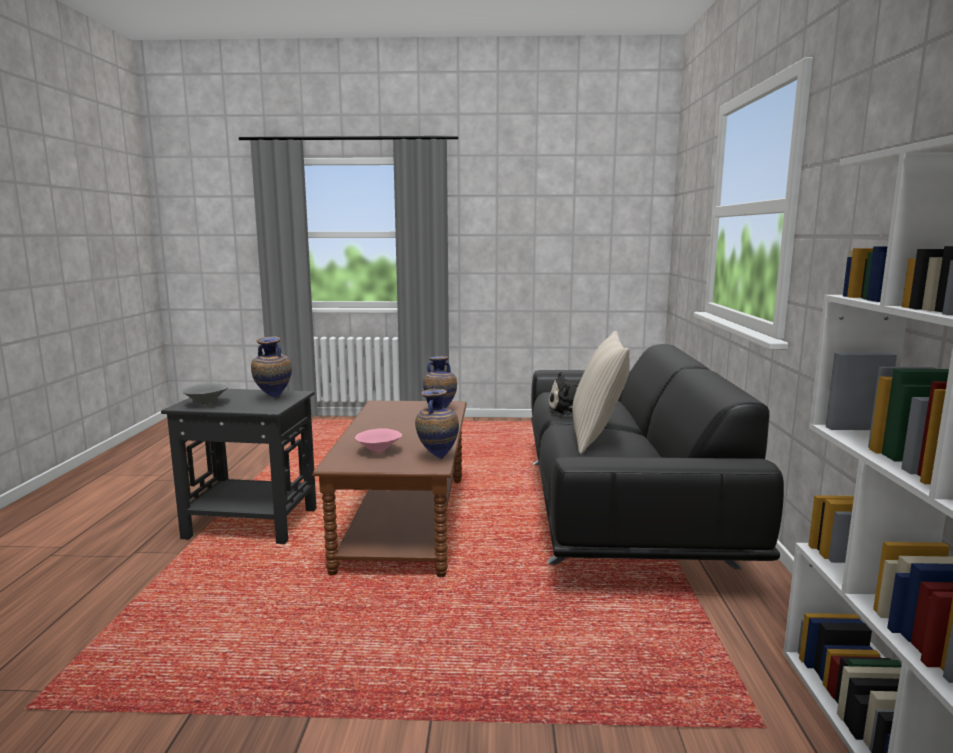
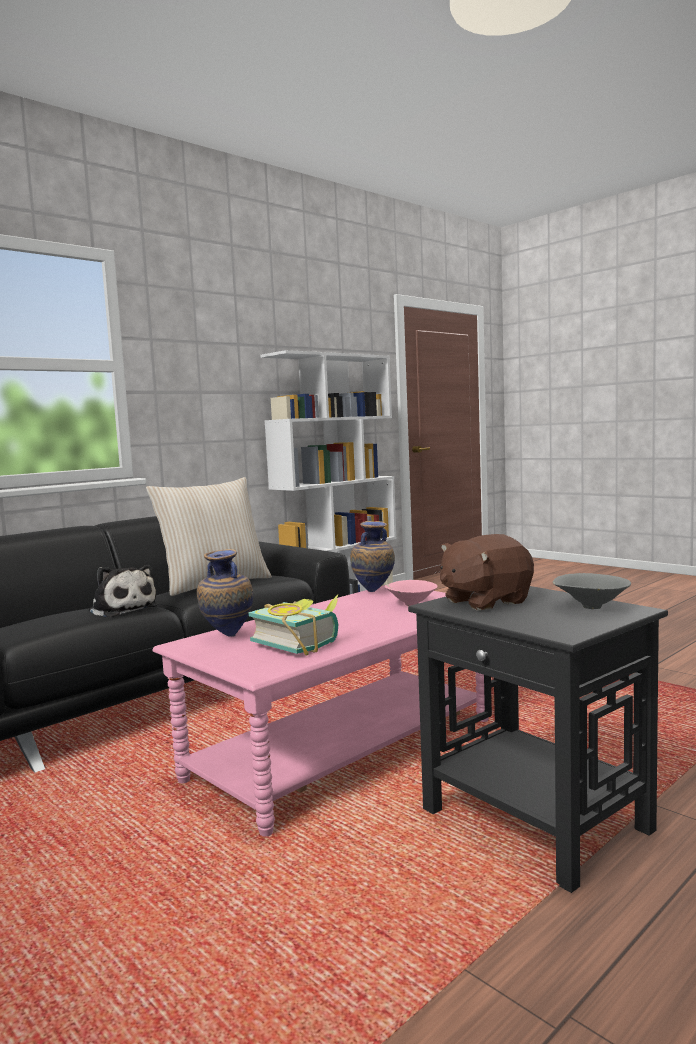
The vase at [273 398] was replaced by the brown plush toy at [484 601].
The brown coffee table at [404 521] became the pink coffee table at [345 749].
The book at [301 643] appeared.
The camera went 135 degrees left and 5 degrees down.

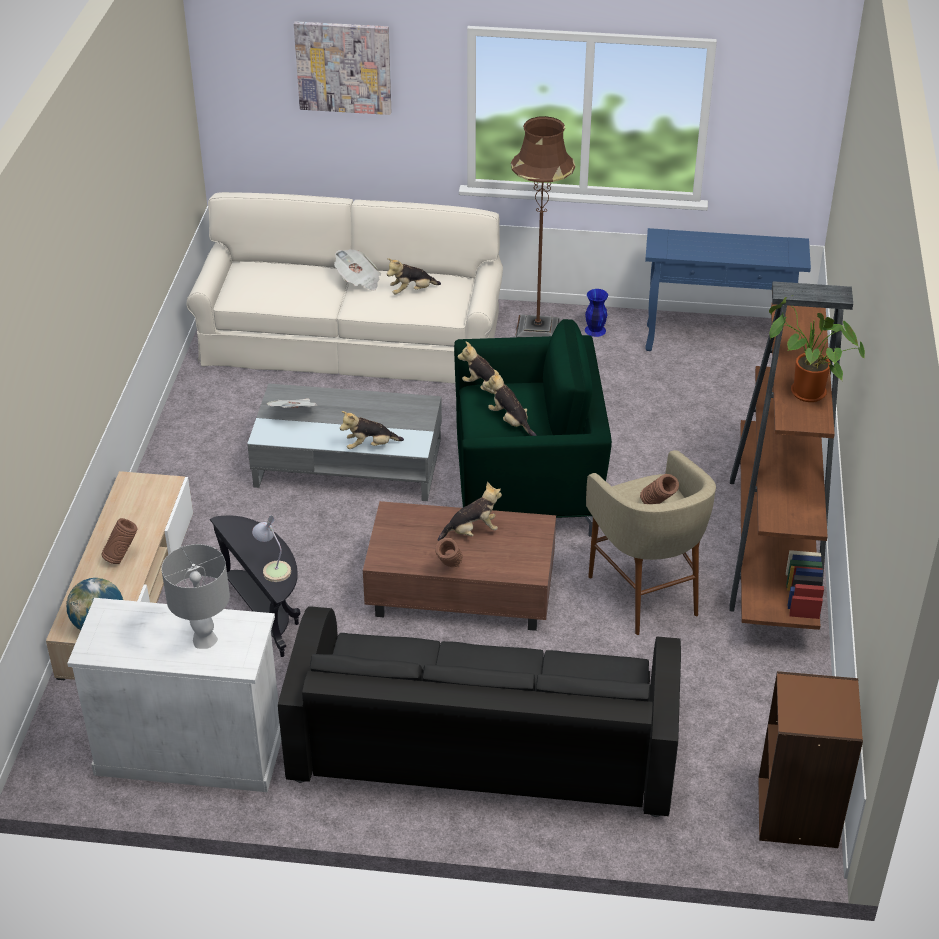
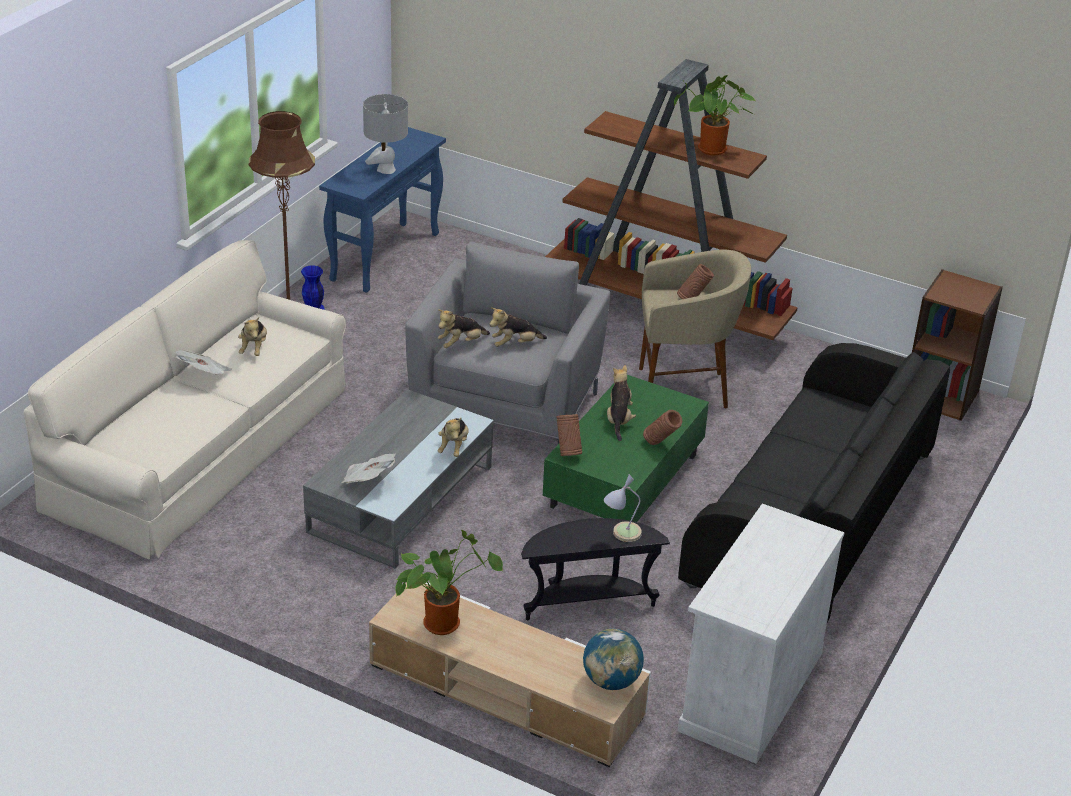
The picture at [343 67] disappeared.
The green armchair at [528 485] became the grey armchair at [507 406].
The brown coffee table at [459 590] became the green coffee table at [623 481].
The brown vase moved from [122 557] to [568 452].
The grey table lamp moved from [204 639] to [386 170].
The potted plant at [444 622] appeared.
The camera went 70 degrees left and 5 degrees down.

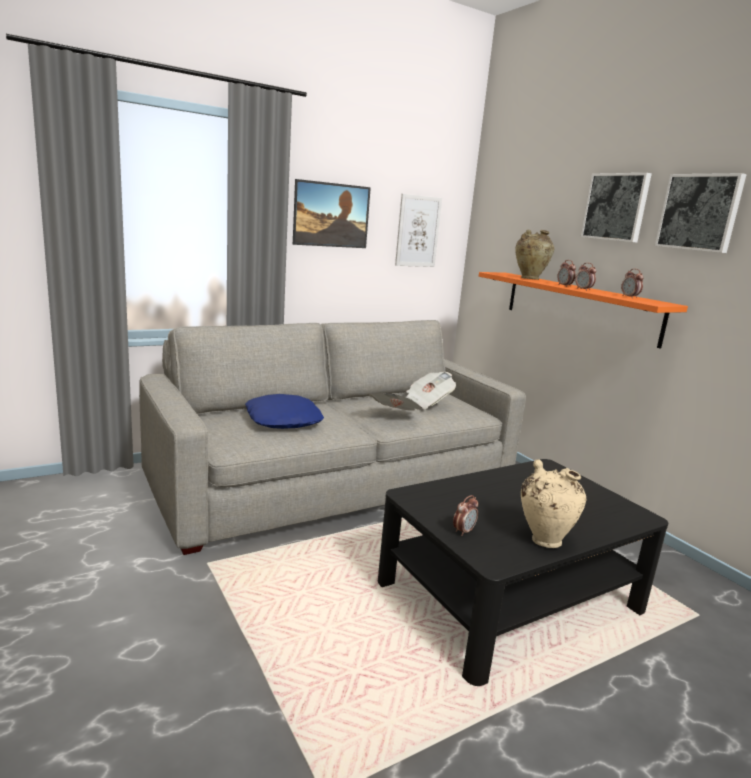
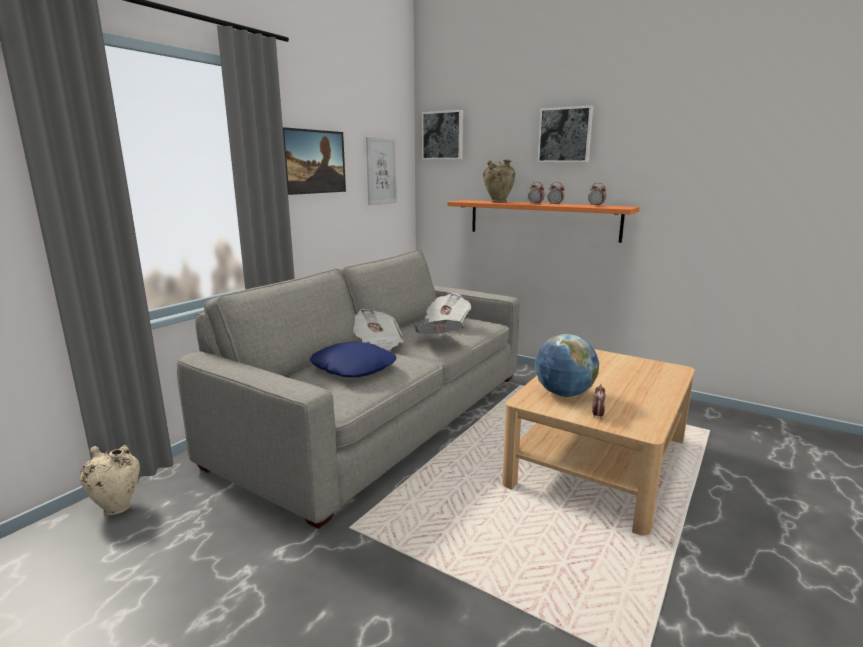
The picture moved from [699 212] to [443 135].
The black coffee table at [509 595] became the beige coffee table at [598 461].
The beige vase moved from [544 539] to [117 507].
The newspaper at [378 343] appeared.
The globe at [564 394] appeared.
The camera went 25 degrees left and 0 degrees up.

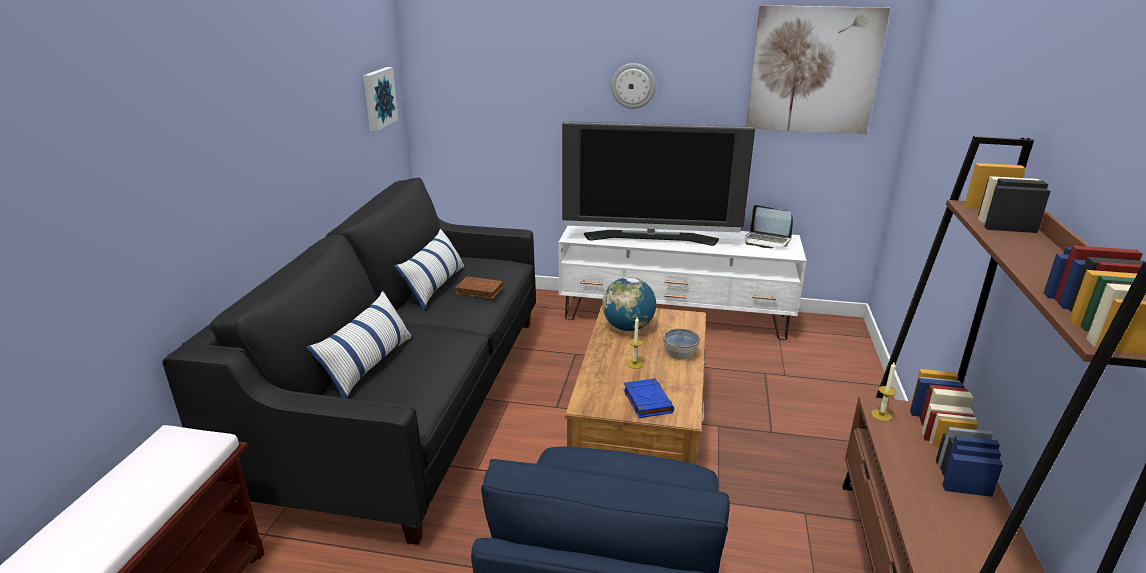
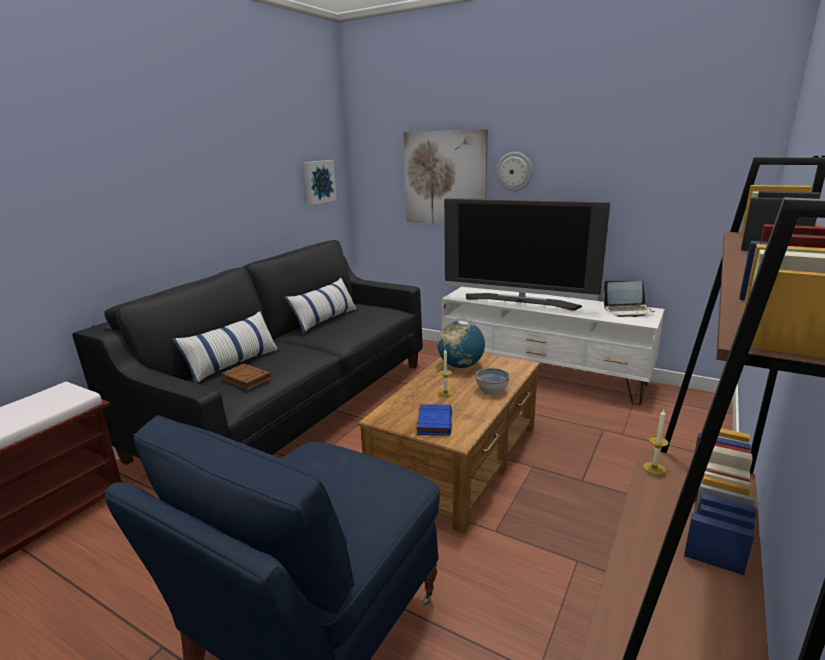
The picture moved from [813 70] to [445 178].
The laptop at [767 241] turned 45 degrees counterclockwise.
The brown book moved from [479 290] to [246 379].
The camera went 20 degrees right and 5 degrees down.

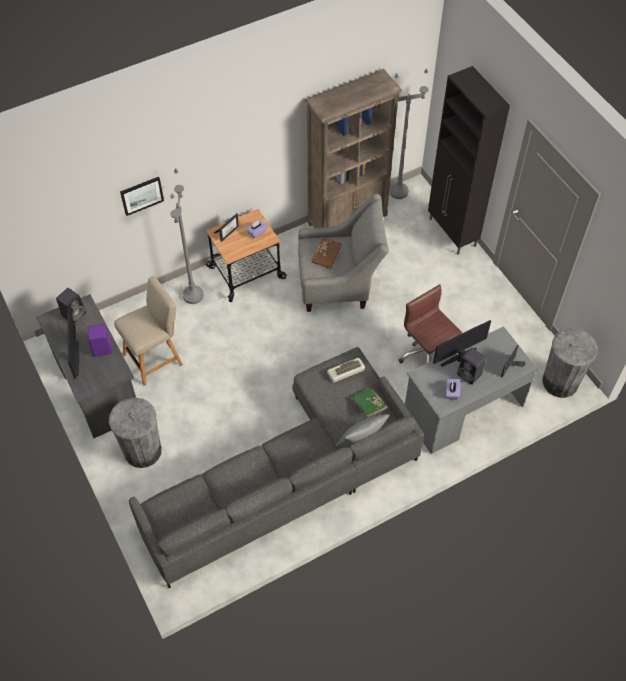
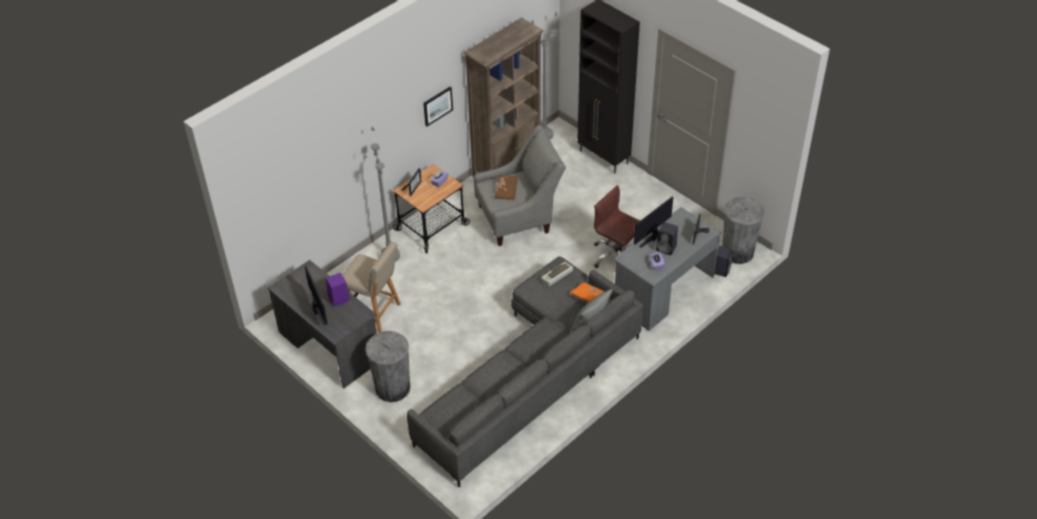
The picture moved from [141 195] to [437 106].
The beige chair at [155 358] turned 75 degrees clockwise.
The black speaker moved from [74 314] to [721 269].
The green book at [368 405] became the orange book at [586 296].
The camera went 15 degrees left and 10 degrees down.

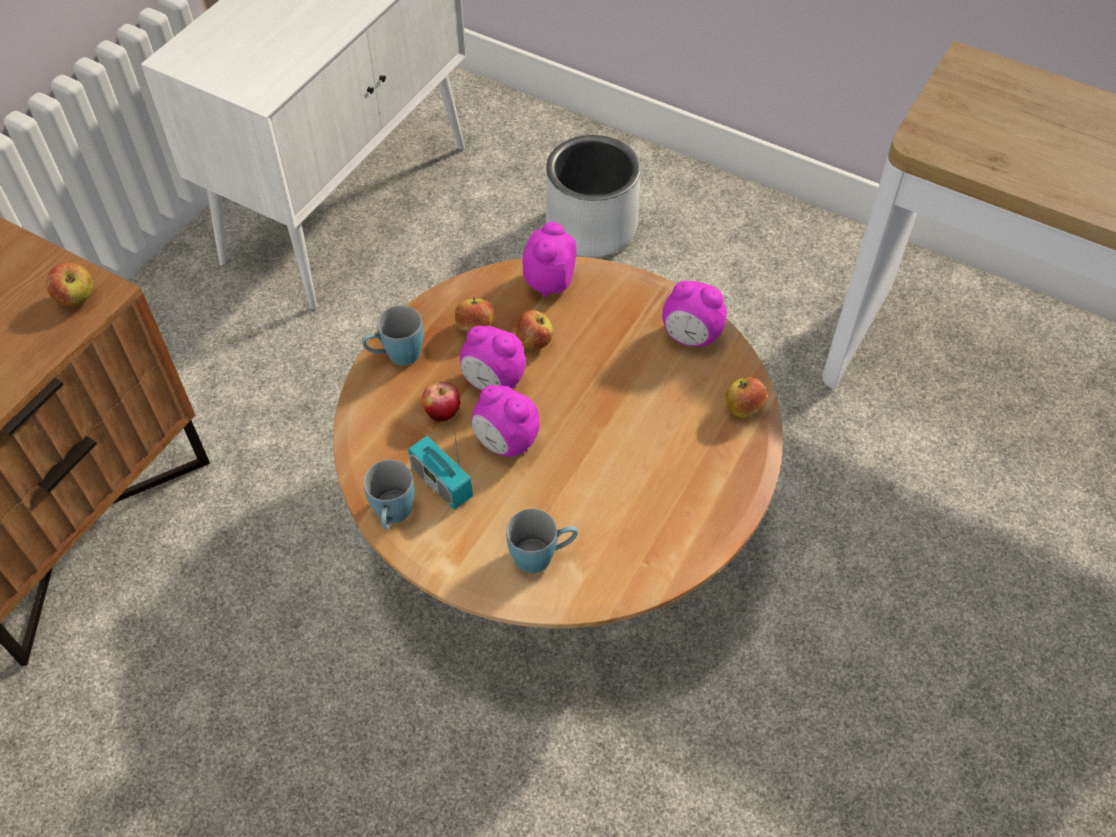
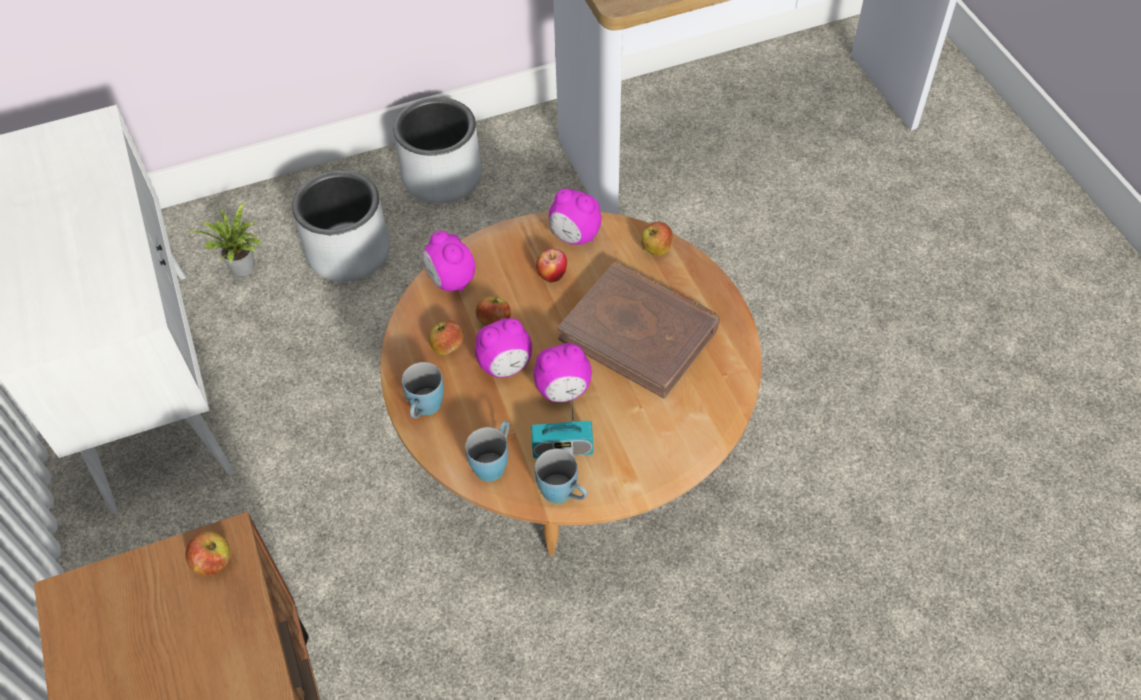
The alarm clock at [691 336] turned 60 degrees clockwise.
The apple moved from [443 413] to [552 275].
The blue mug moved from [542 555] to [494 461].
The grey planter at [442 177] appeared.
The potted plant at [244 269] appeared.
The brown book at [639 332] appeared.
The camera went 50 degrees left and 0 degrees up.

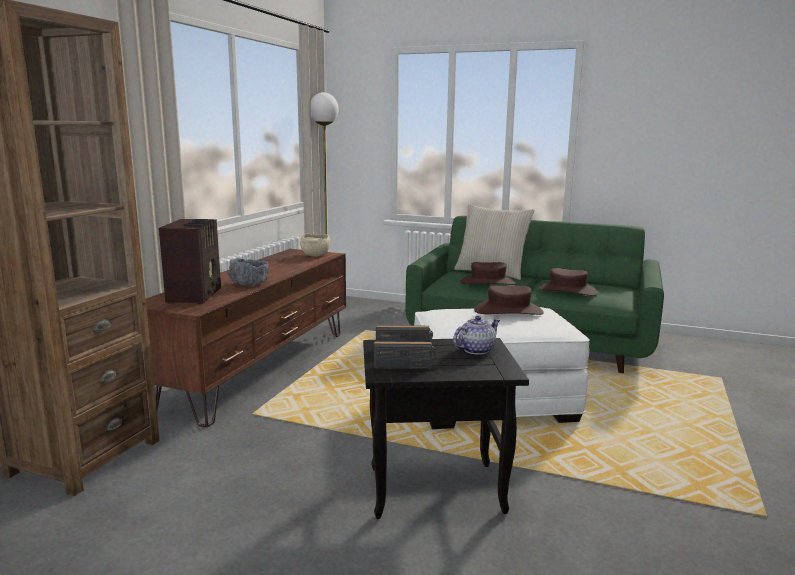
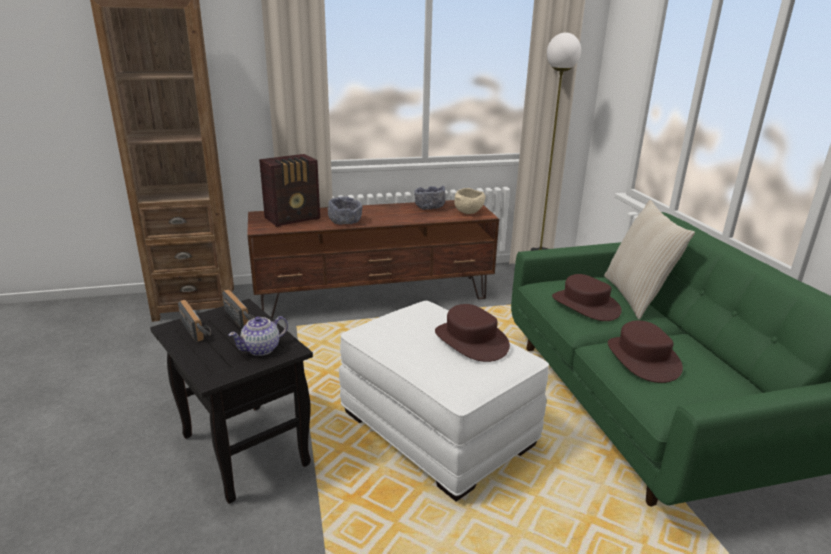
The teapot at [475 350] turned 120 degrees clockwise.
The grey bowl at [429 207] appeared.
The camera went 55 degrees right and 10 degrees up.

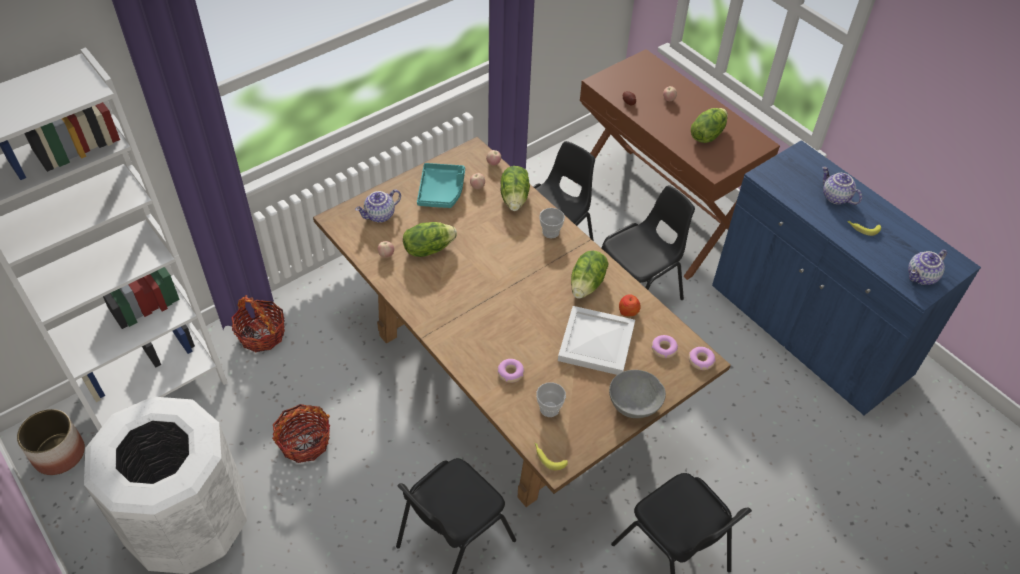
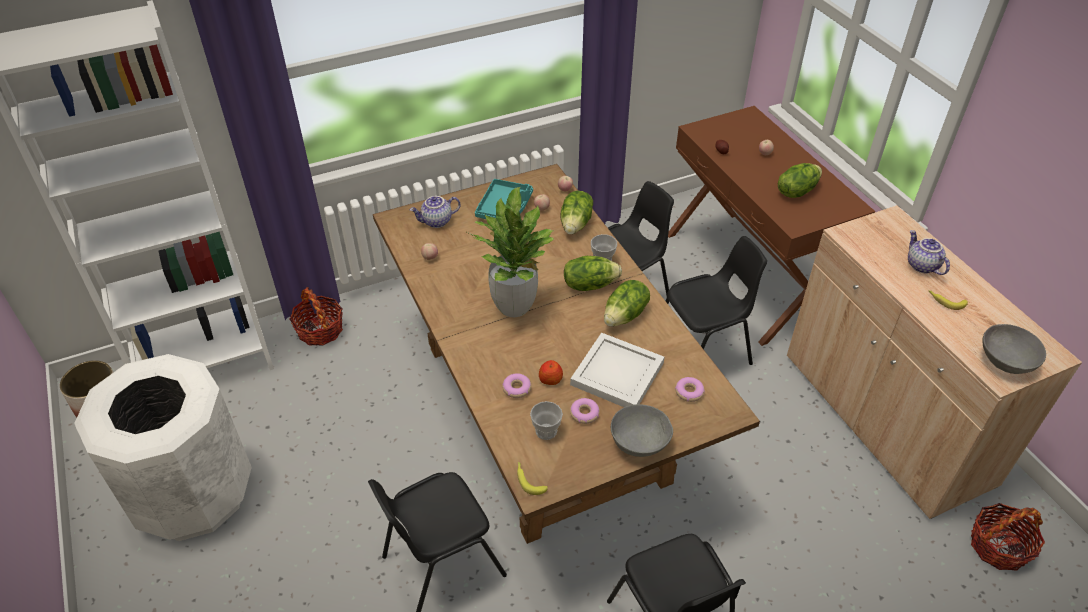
The blue cabinet at [808 331] became the beige cabinet at [885 419].
The lettuce moved from [428 248] to [589 284].
The teapot at [922 277] was replaced by the grey bowl at [1005 362].
The apple moved from [628 311] to [550 379].
The donut moved from [701 361] to [584 414].
The basket moved from [304 442] to [998 546].
The potted plant at [513 306] appeared.
The camera went 15 degrees right and 5 degrees down.

